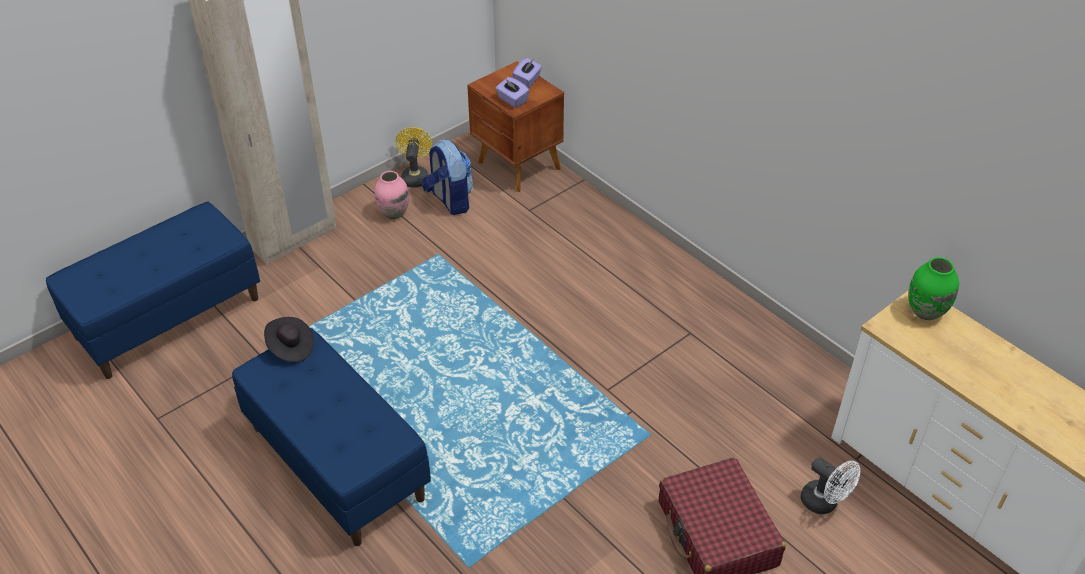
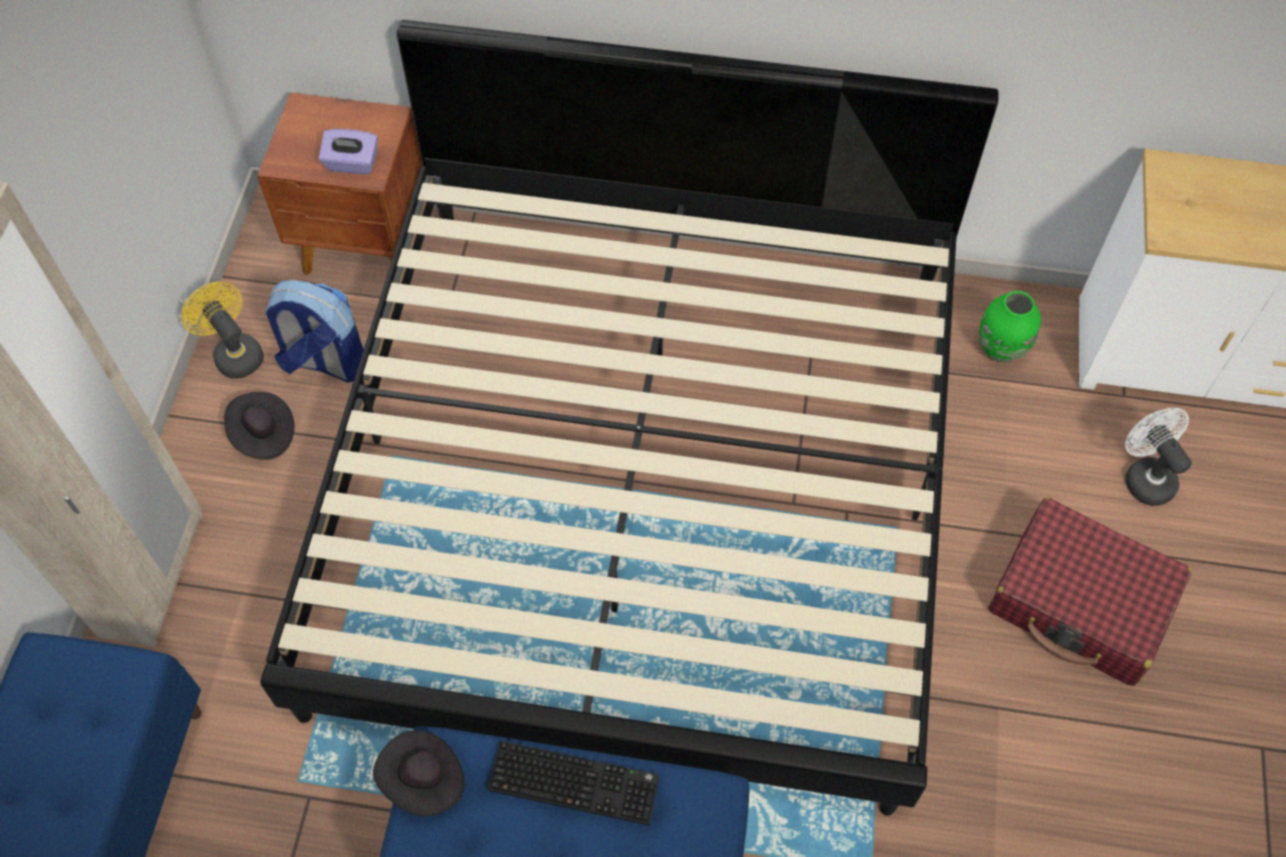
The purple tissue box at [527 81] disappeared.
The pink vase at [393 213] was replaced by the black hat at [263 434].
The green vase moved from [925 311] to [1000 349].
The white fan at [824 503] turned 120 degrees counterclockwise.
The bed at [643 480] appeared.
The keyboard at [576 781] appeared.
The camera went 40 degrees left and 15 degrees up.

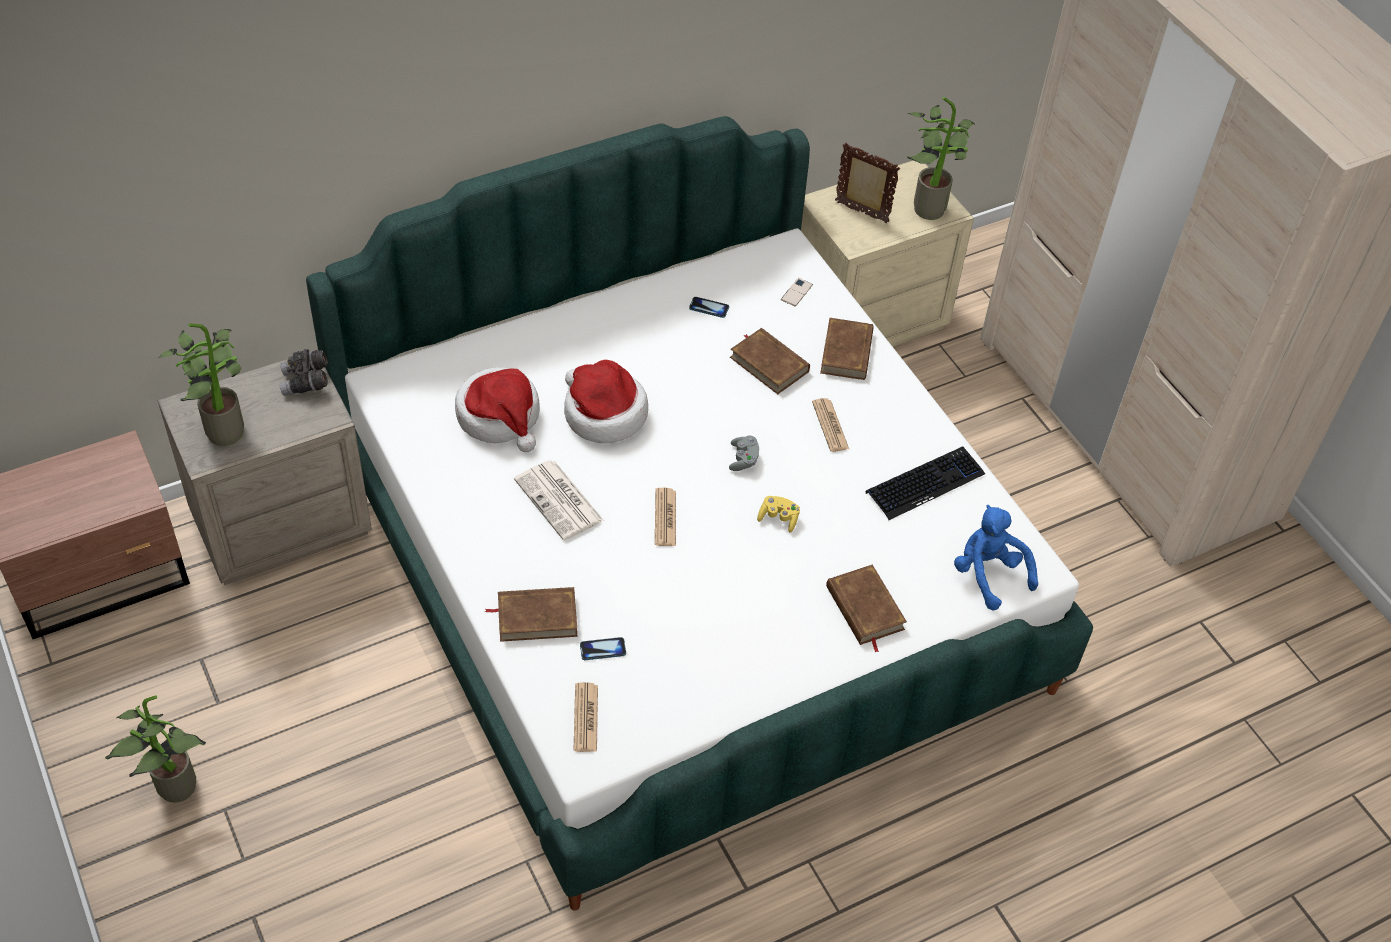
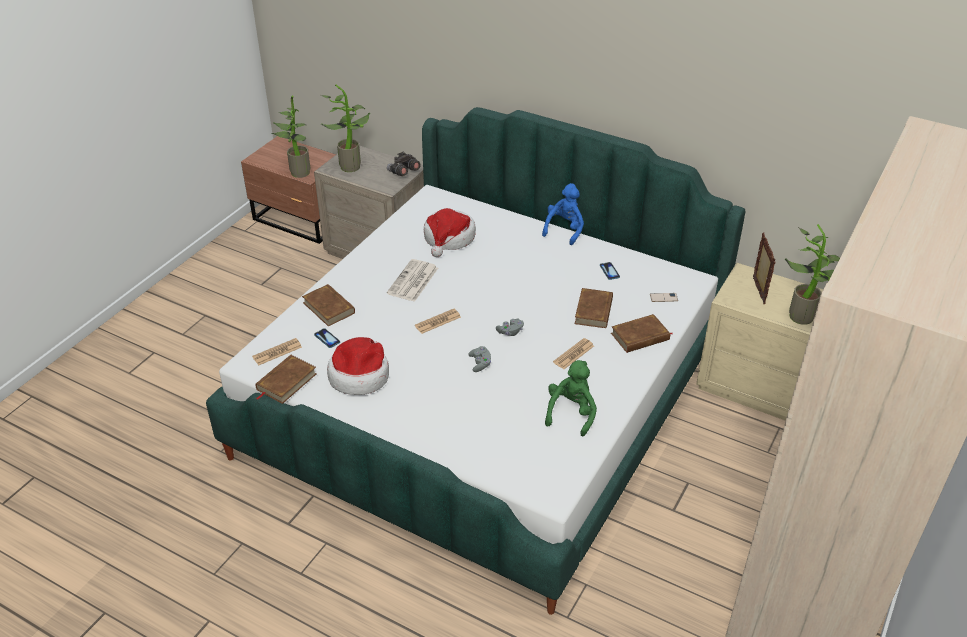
The hat moved from [603 414] to [359 375].
The keyboard at [925 484] was replaced by the green plush toy at [571 413].
The yellow game controller at [778 518] became the grey game controller at [480 363].
The blue plush toy moved from [988 574] to [564 229].
The brown book moved from [864 609] to [286 382].
The potted plant moved from [173 791] to [297 172].
The camera went 60 degrees right and 10 degrees down.

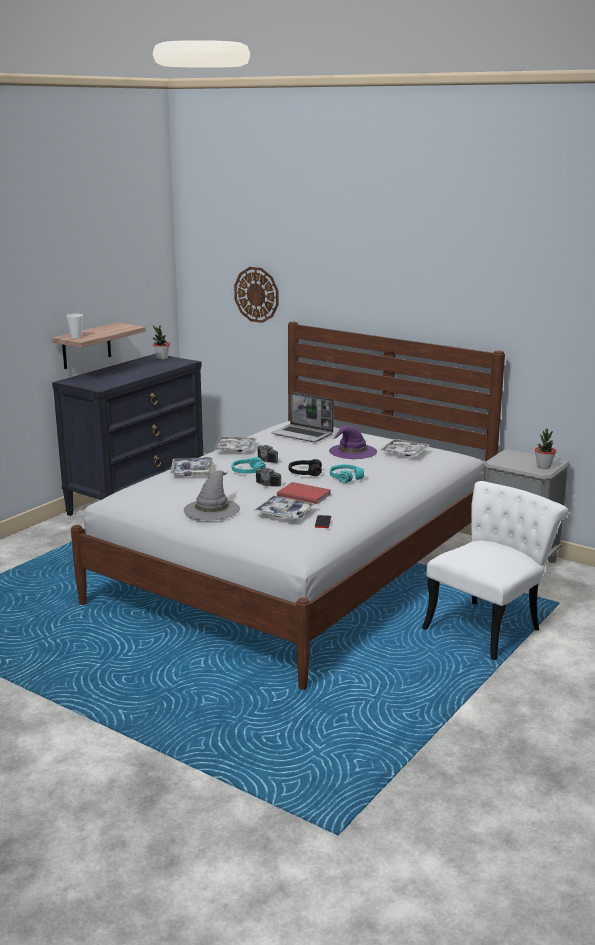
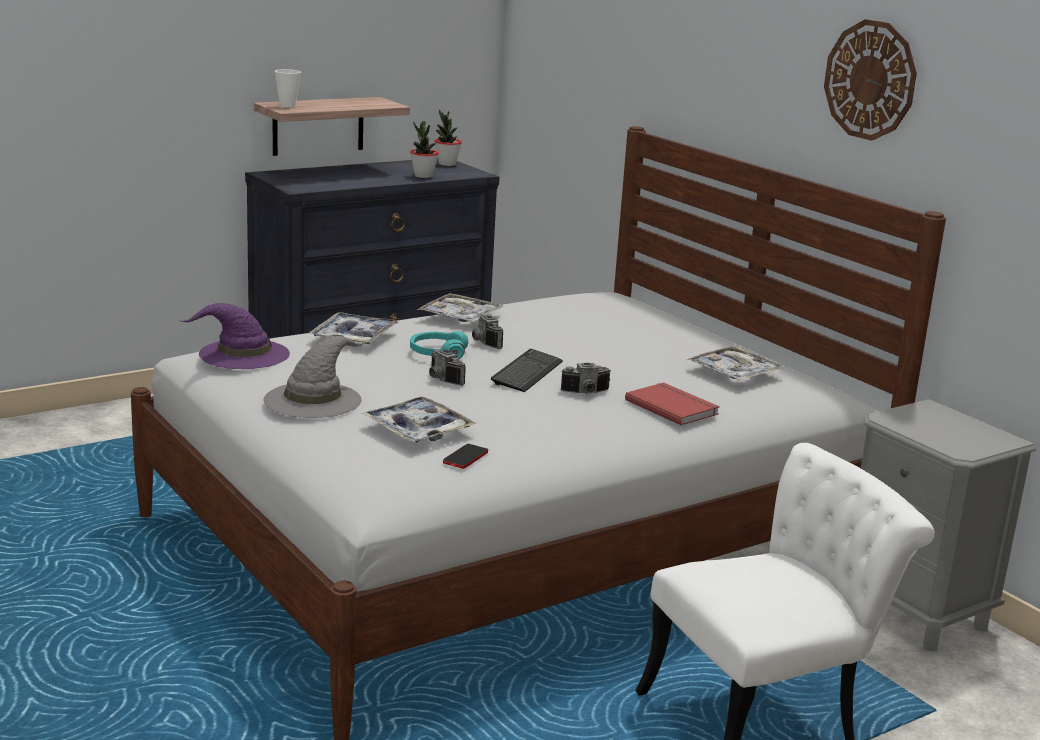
The wall clock moved from [256 294] to [870 80].
The laptop at [303 434] disappeared.
The purple hat moved from [352 451] to [243 354].
The potted plant moved from [543 467] to [423 176].
The black headphones at [305 473] was replaced by the keyboard at [527 373].
The turquoise headphones at [345 477] was replaced by the photo camera at [586 393].
The red book moved from [304 494] to [673 406].
The camera went 20 degrees right and 0 degrees up.

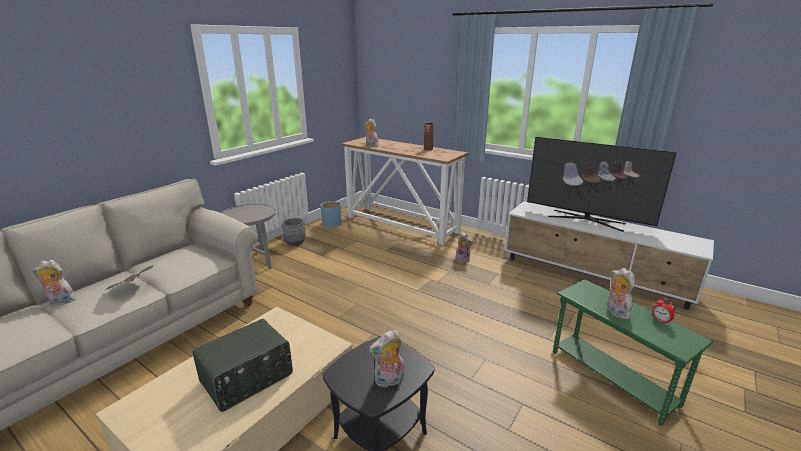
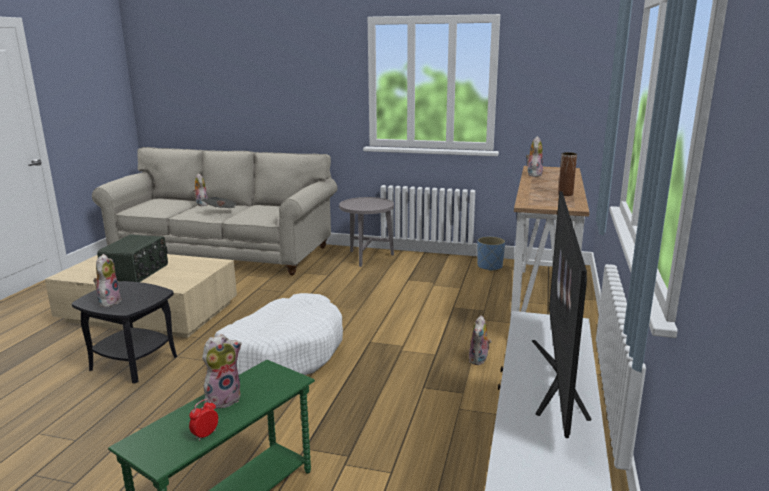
The grey planter at [295 242] disappeared.
The radio at [248 379] turned 105 degrees counterclockwise.
The plush toy at [389 381] turned 45 degrees clockwise.
The white dog bed at [282 354] appeared.
The camera went 70 degrees right and 5 degrees down.

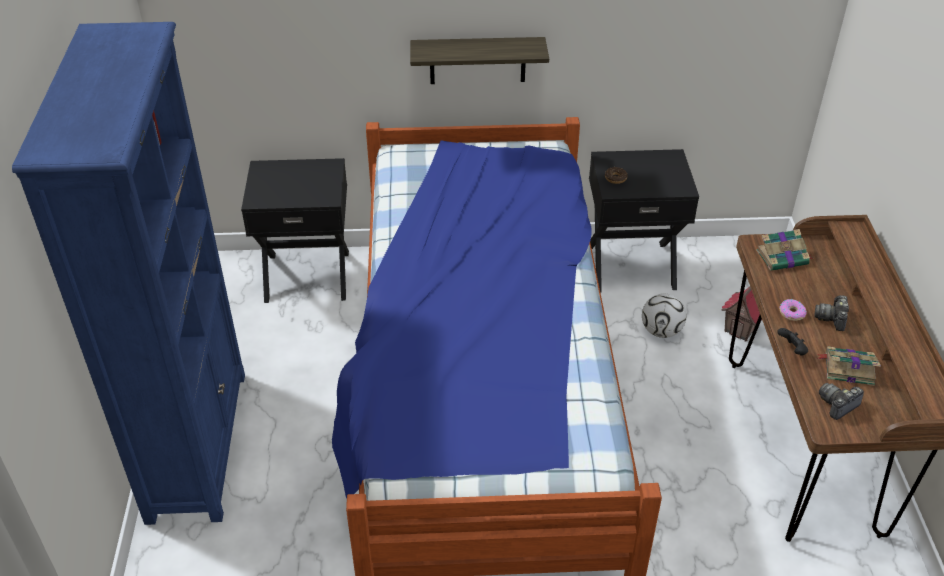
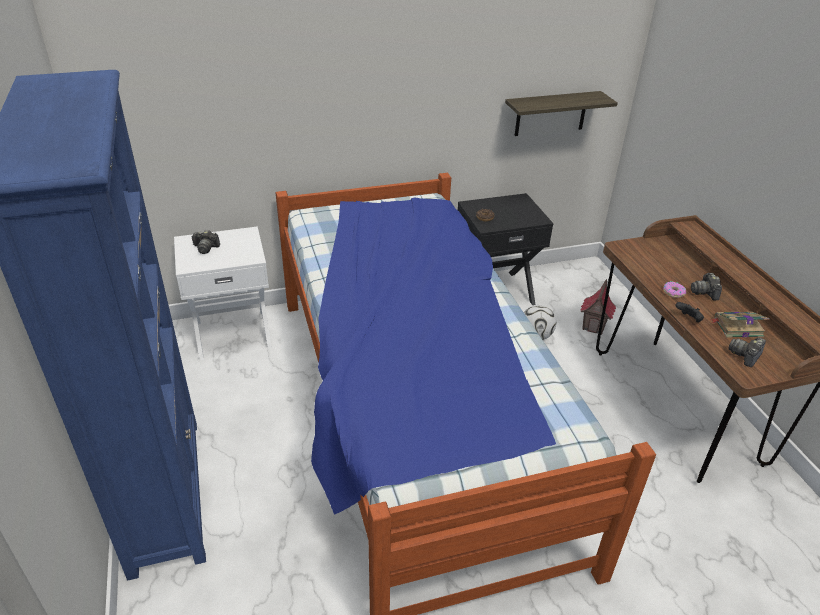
The shelf moved from [477 60] to [551 113].
The black nightstand at [307 275] became the white nightstand at [233 333].
The book at [783 257] disappeared.
The photo camera at [206 248] appeared.
The camera went 15 degrees left and 5 degrees down.

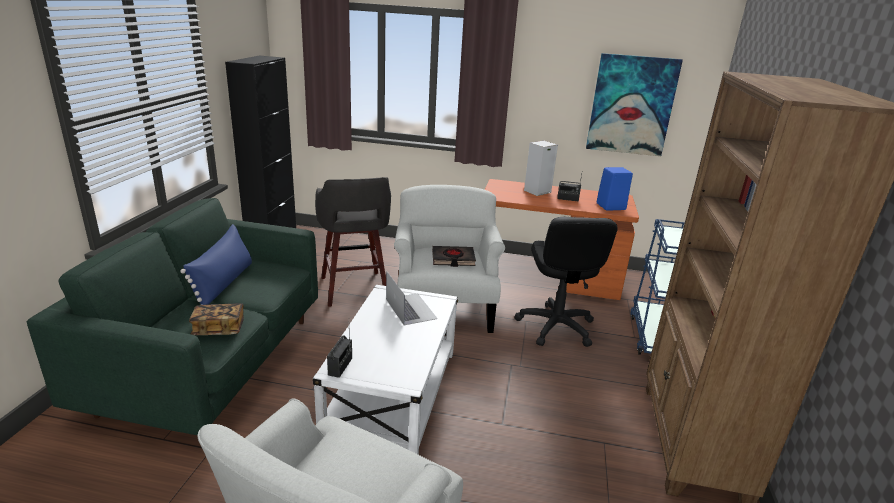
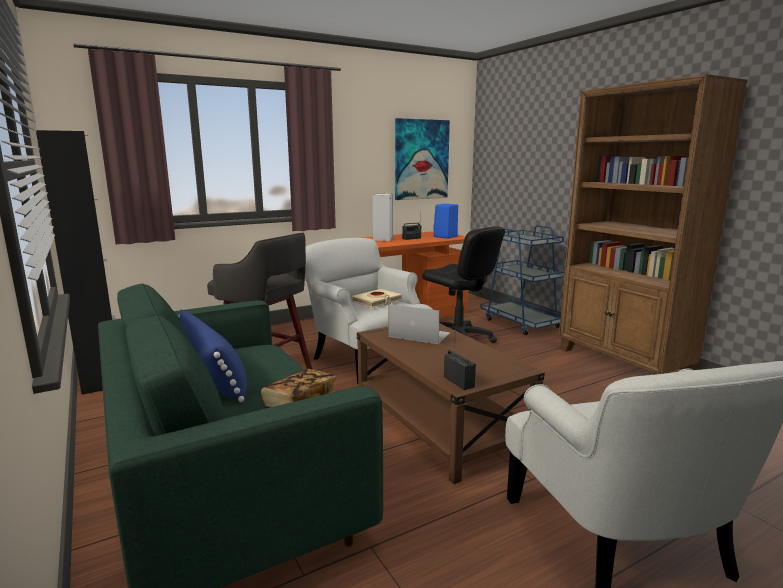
The black book at [453 259] became the beige book at [377 301].
The white coffee table at [393 395] became the brown coffee table at [438 424].
The camera went 40 degrees left and 10 degrees down.

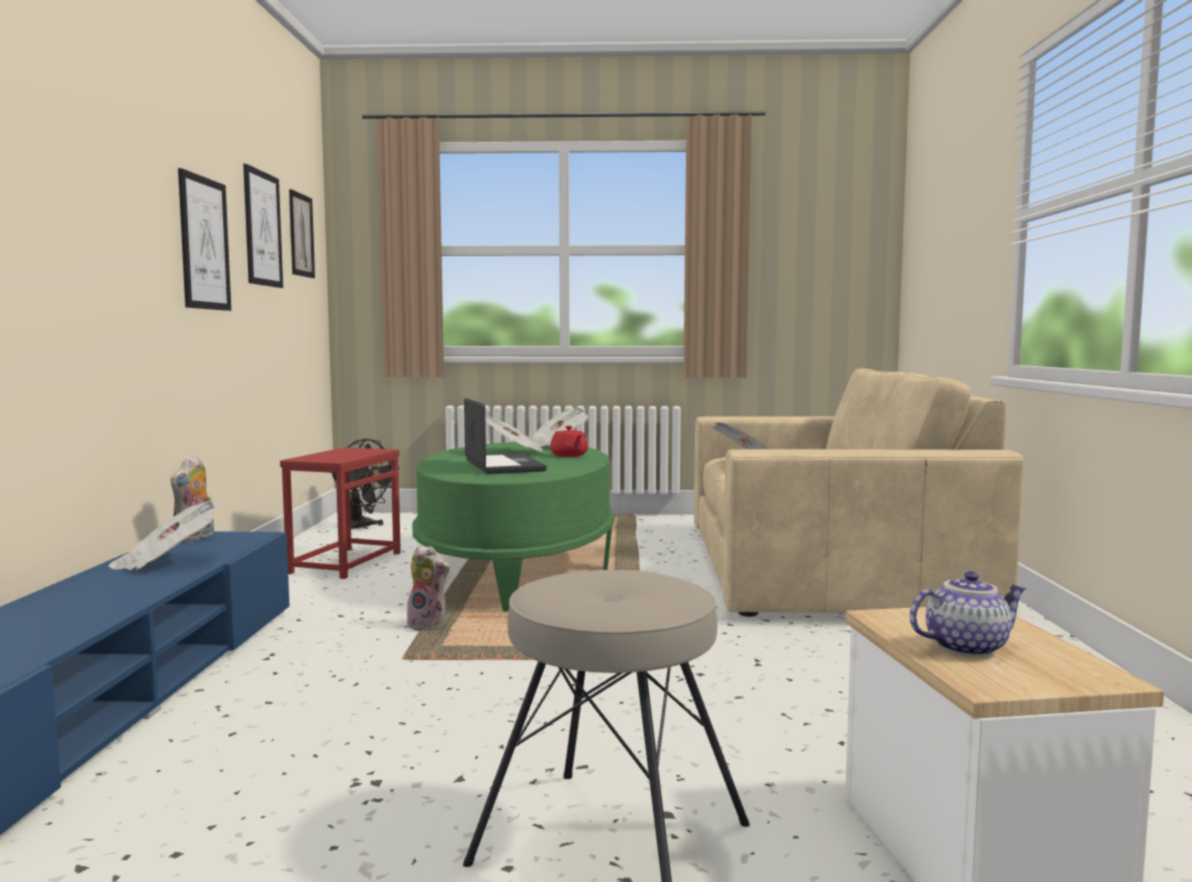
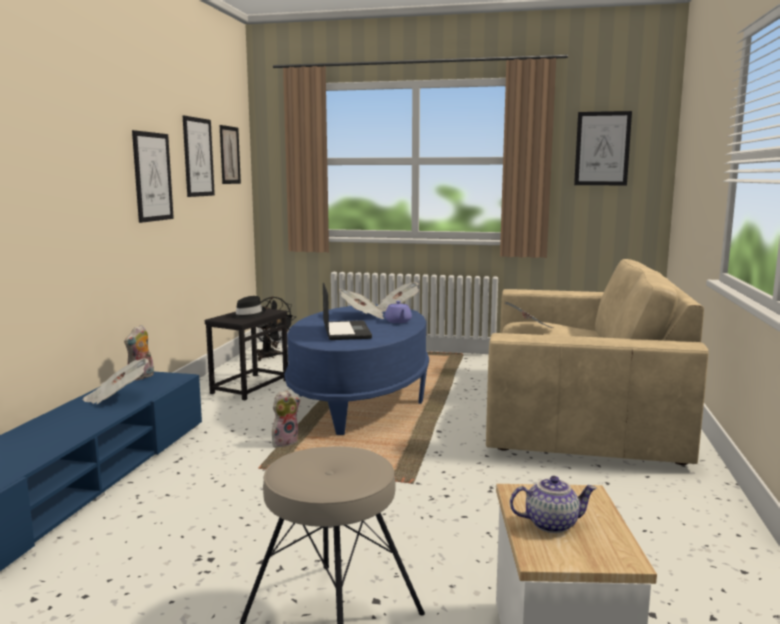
The red teapot at [569 455] became the purple teapot at [398 321].
The green coffee table at [516 569] became the blue coffee table at [360 399].
The red side table at [345 562] became the black side table at [249 386].
The plush toy at [429 625] turned 75 degrees counterclockwise.
The picture at [602 148] appeared.
The black hat at [248 315] appeared.
The camera went 10 degrees right and 5 degrees up.

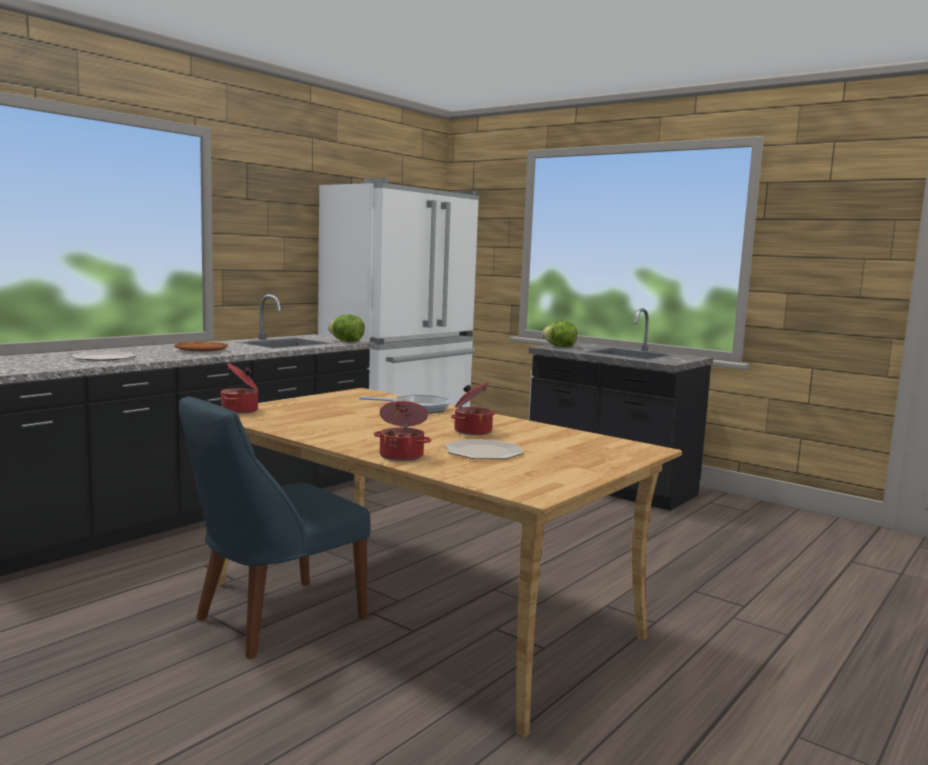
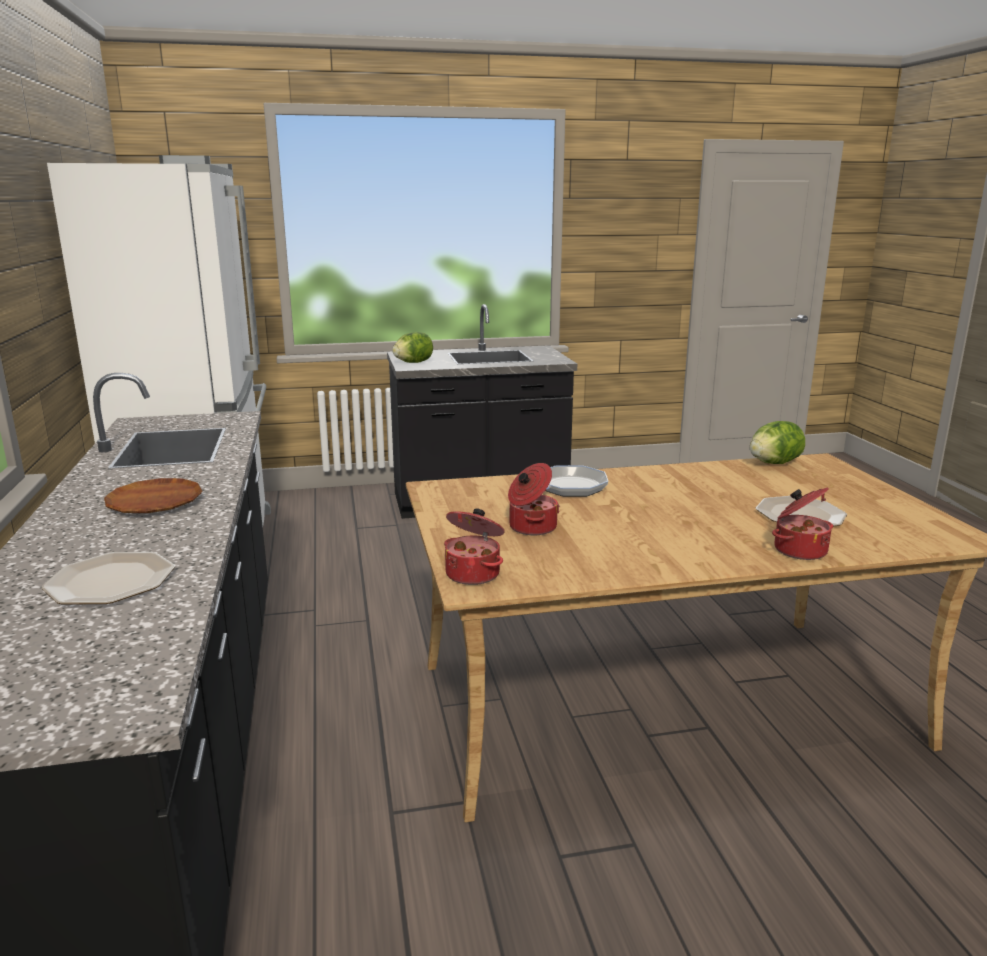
The lettuce moved from [346 341] to [774 463].
The cooking pot moved from [472 431] to [531 527].
The blue chair at [273 620] disappeared.
The camera went 50 degrees left and 10 degrees up.

